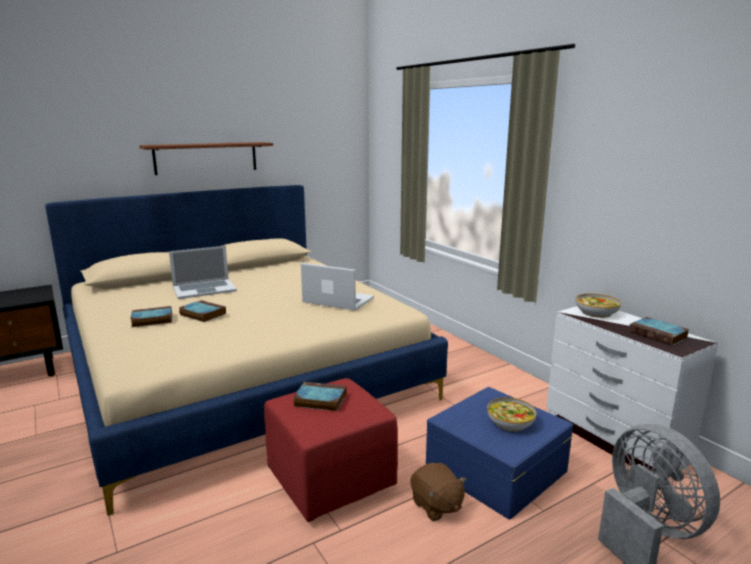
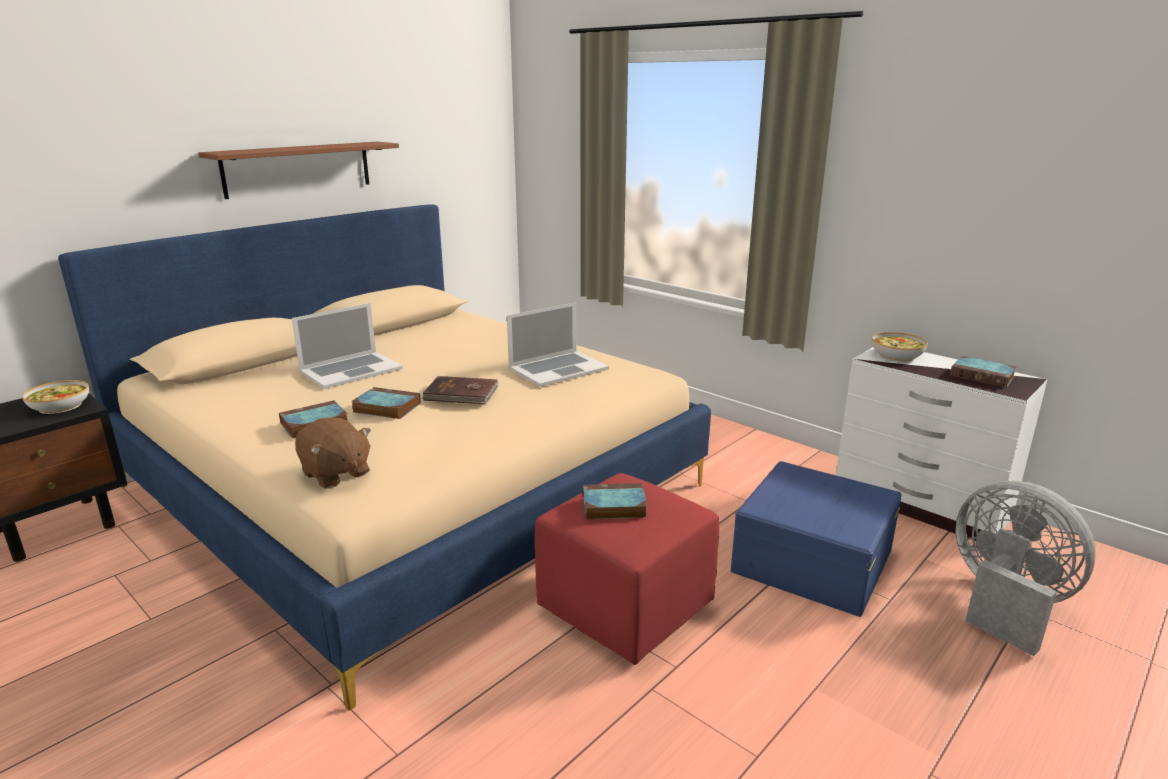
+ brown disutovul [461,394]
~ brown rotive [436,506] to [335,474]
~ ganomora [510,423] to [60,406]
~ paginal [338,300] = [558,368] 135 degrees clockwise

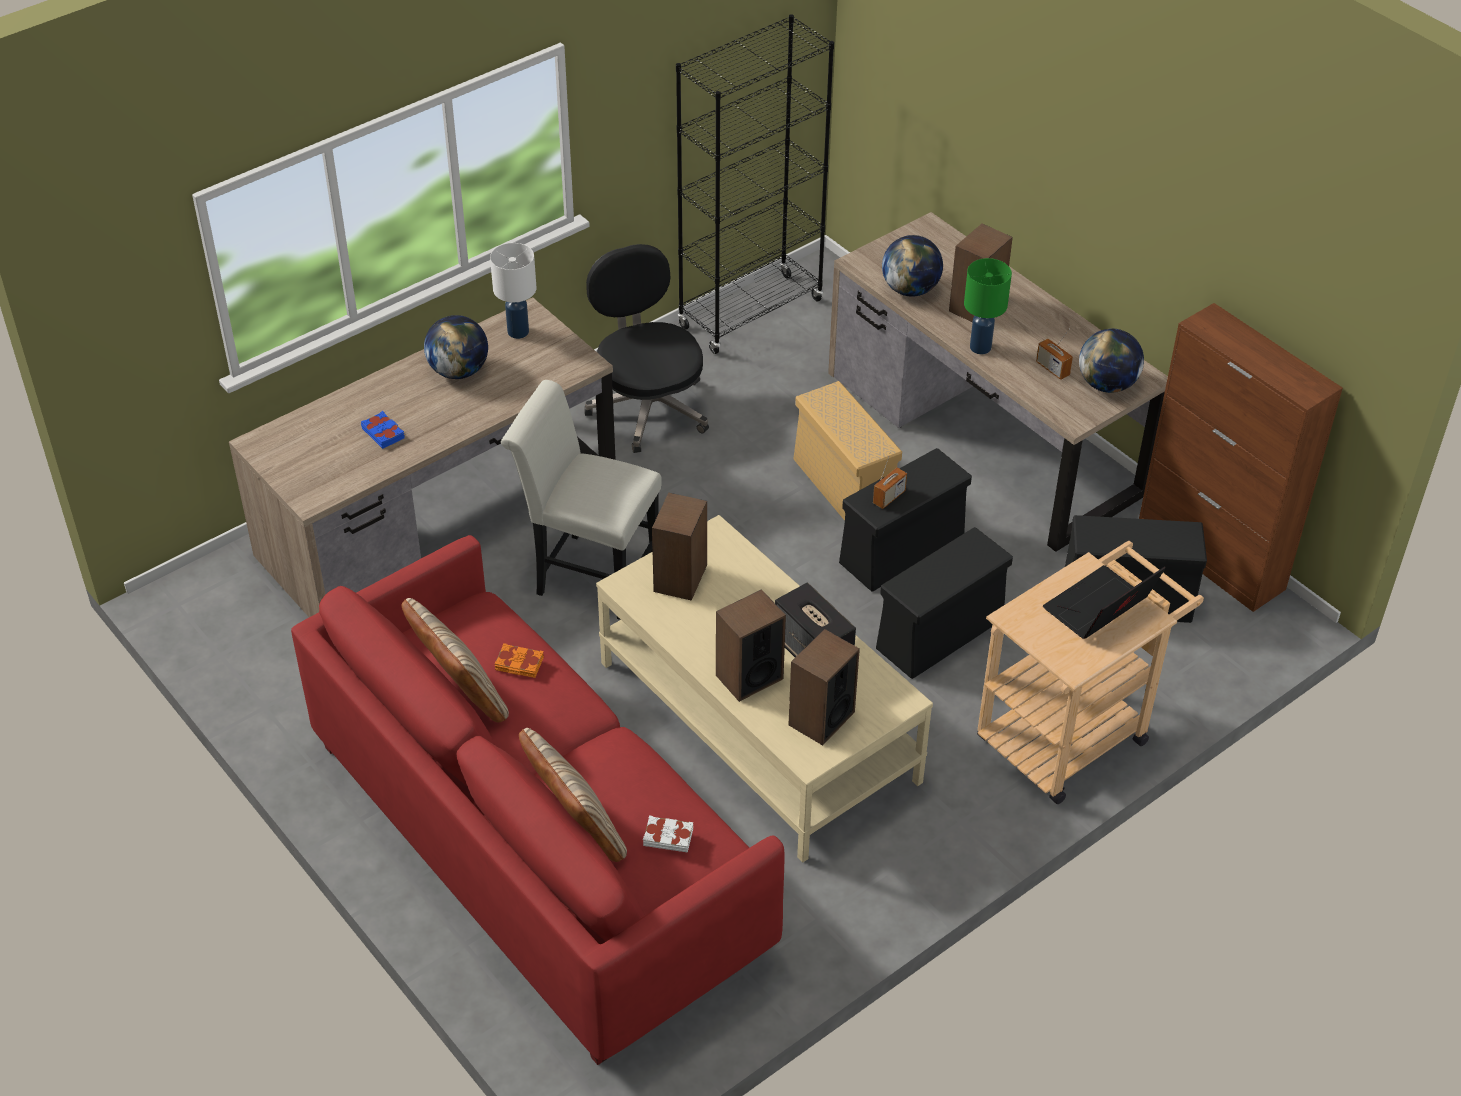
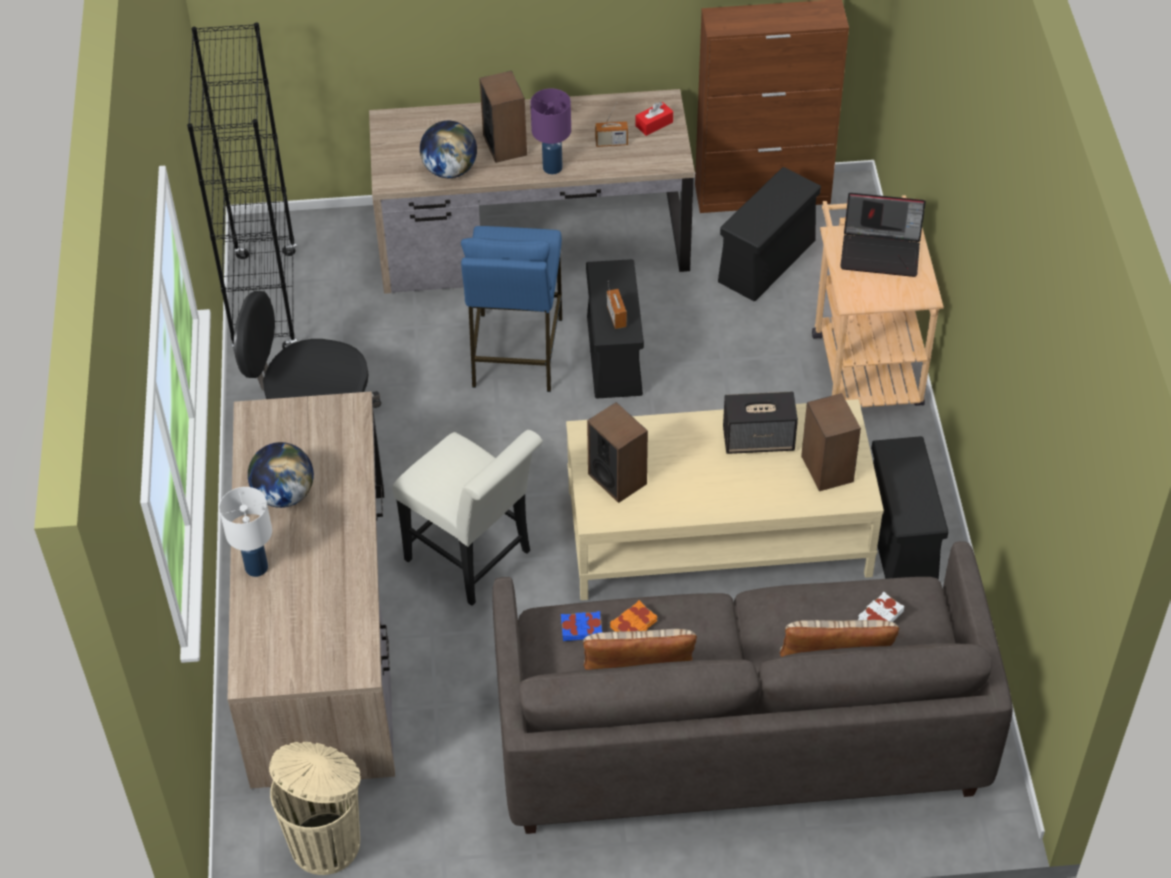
- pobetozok [749,677]
+ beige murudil [327,841]
~ blue disutovul [383,433] to [581,628]
~ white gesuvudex [518,332] to [257,568]
~ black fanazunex [938,635] to [901,540]
~ beige fanazunex [842,486] to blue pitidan [515,352]
~ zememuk [1107,384] to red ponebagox [654,124]
~ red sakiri [537,845] to grey sakiri [738,734]
~ green gesuvudex [980,347] to purple gesuvudex [552,167]
~ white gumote [588,573] = [474,560] 105 degrees counterclockwise
~ paginal [1099,609] = [881,252] 75 degrees counterclockwise

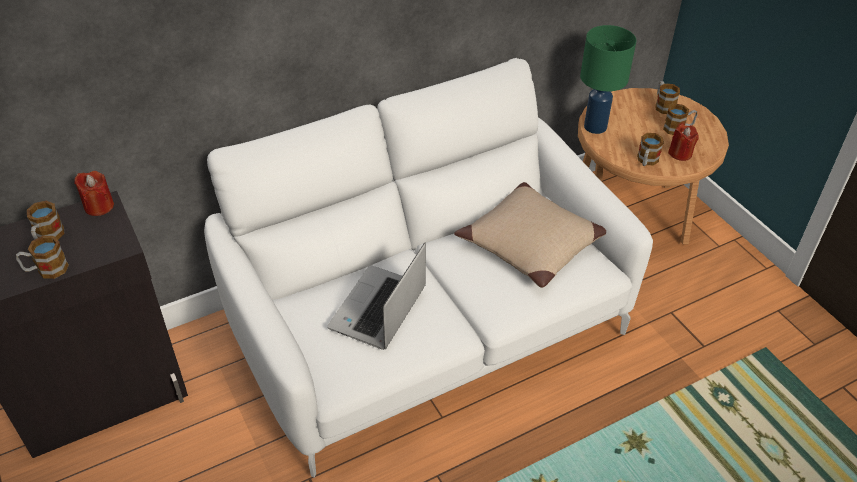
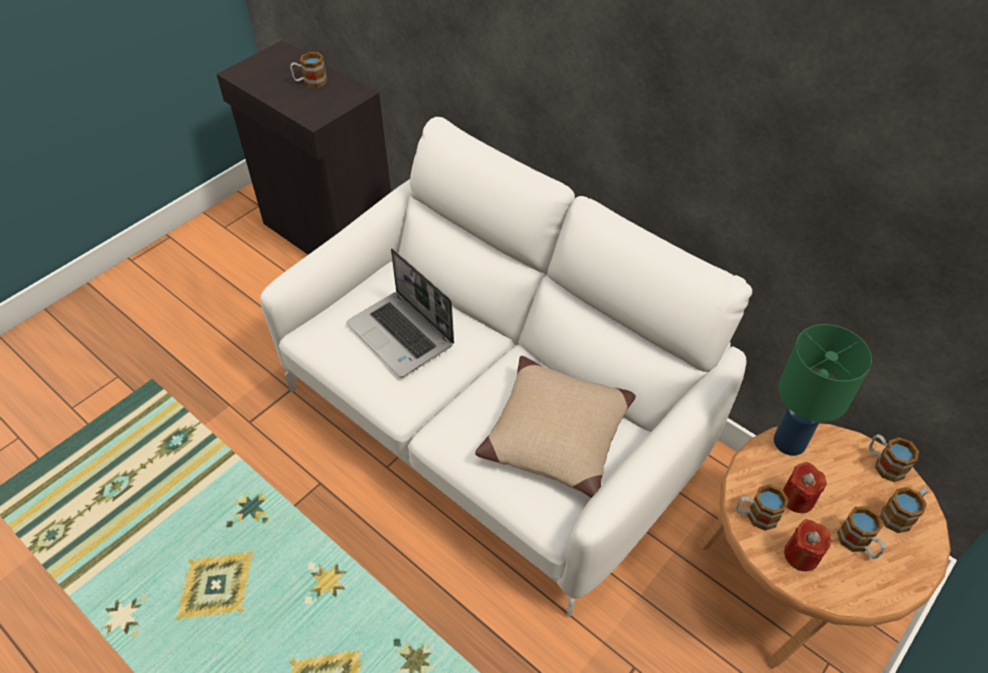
~ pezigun [46,270] to [884,464]
~ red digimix [99,206] to [797,498]
~ paginal [378,310] = [402,335] 135 degrees counterclockwise

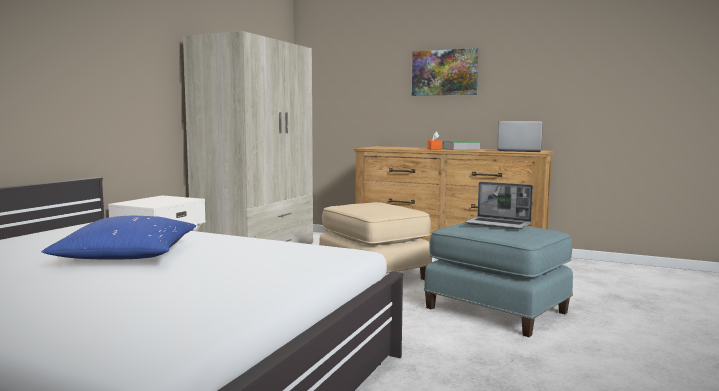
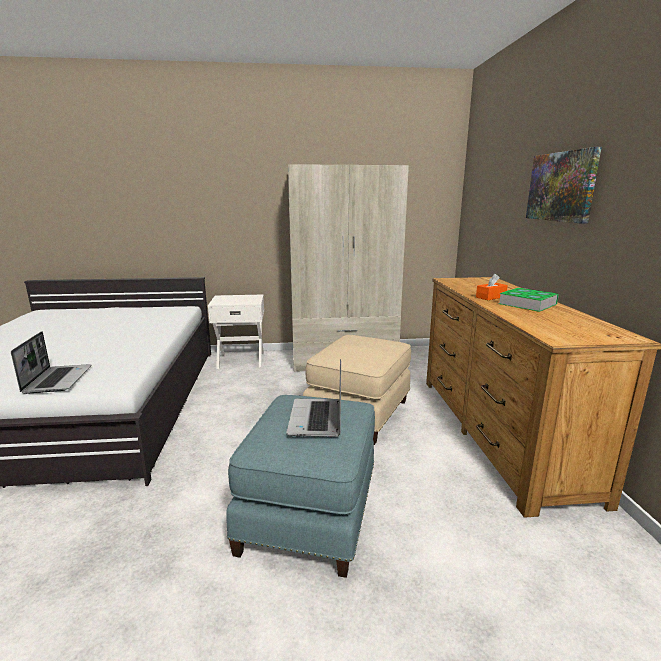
- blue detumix [127,256]
~ paginal [519,151] to [58,379]

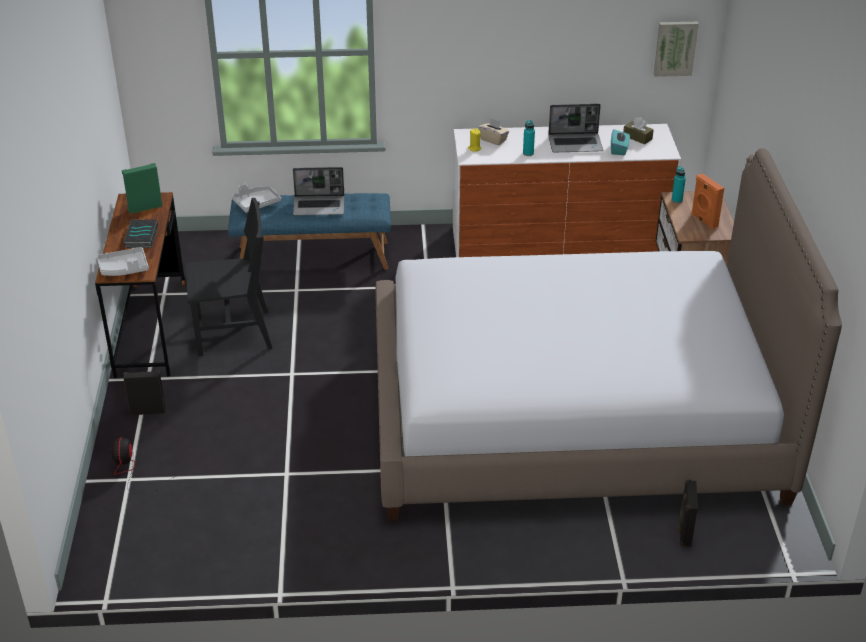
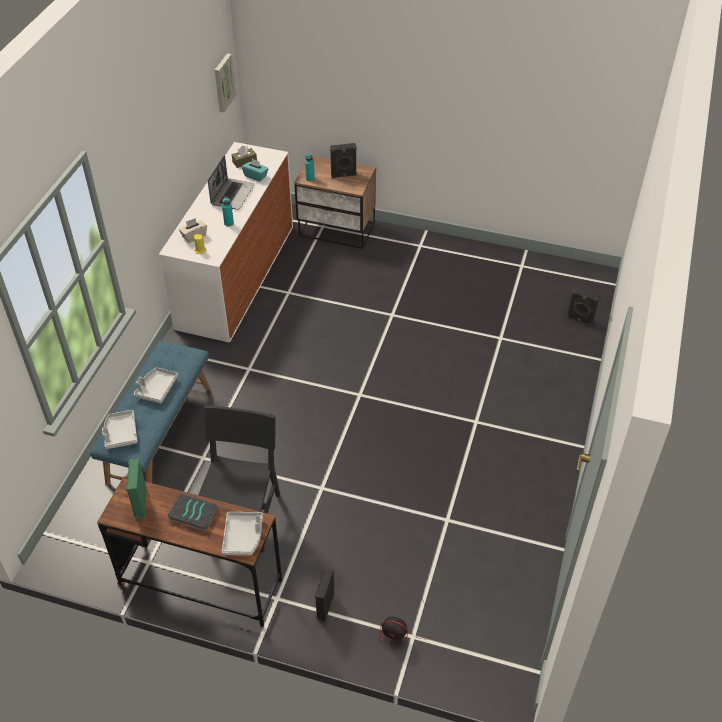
- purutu [574,417]
~ paginal [319,206] to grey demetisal [156,389]
~ orange pobetozok [703,220] to black pobetozok [343,175]

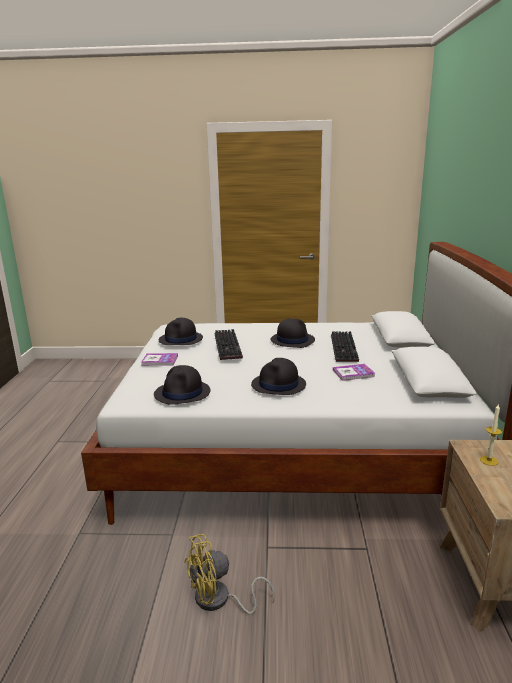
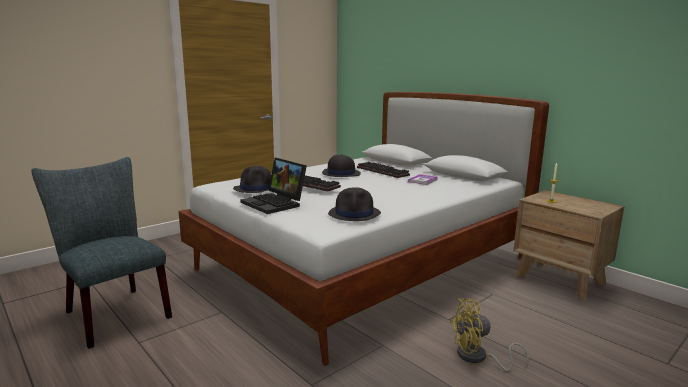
- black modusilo [278,385]
+ grey gumote [113,312]
~ disutovul [159,360] to paginal [275,203]
~ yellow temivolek [219,600] = [478,358] 60 degrees clockwise

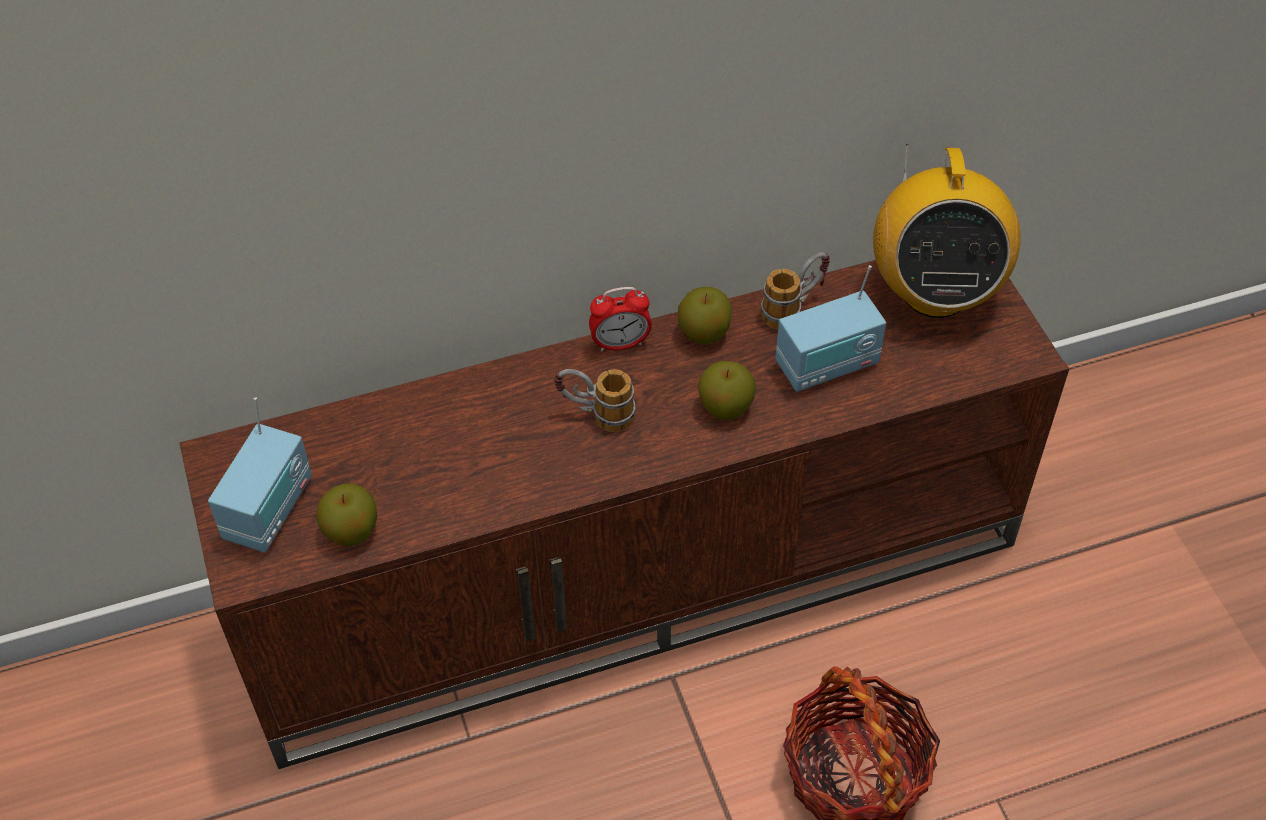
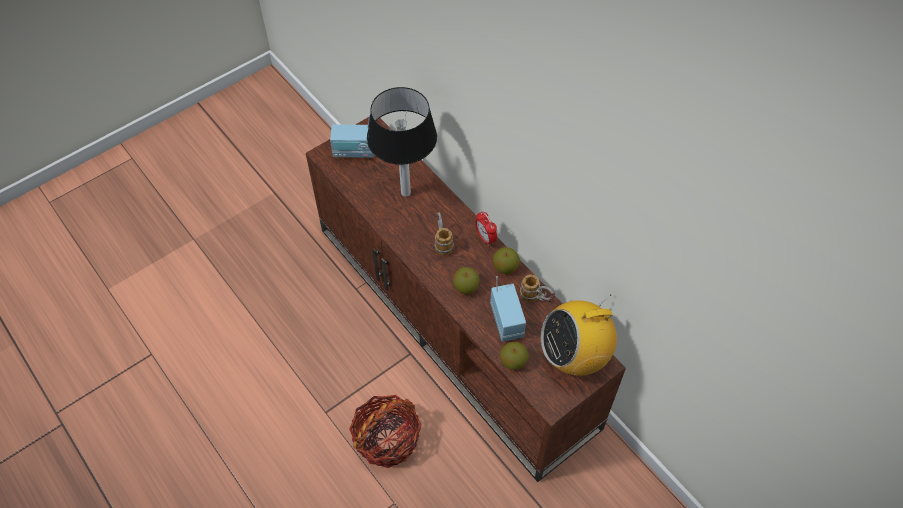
+ gesuvudex [405,192]
~ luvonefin [351,531] to [513,362]
~ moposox [827,365] = [507,321] 150 degrees counterclockwise

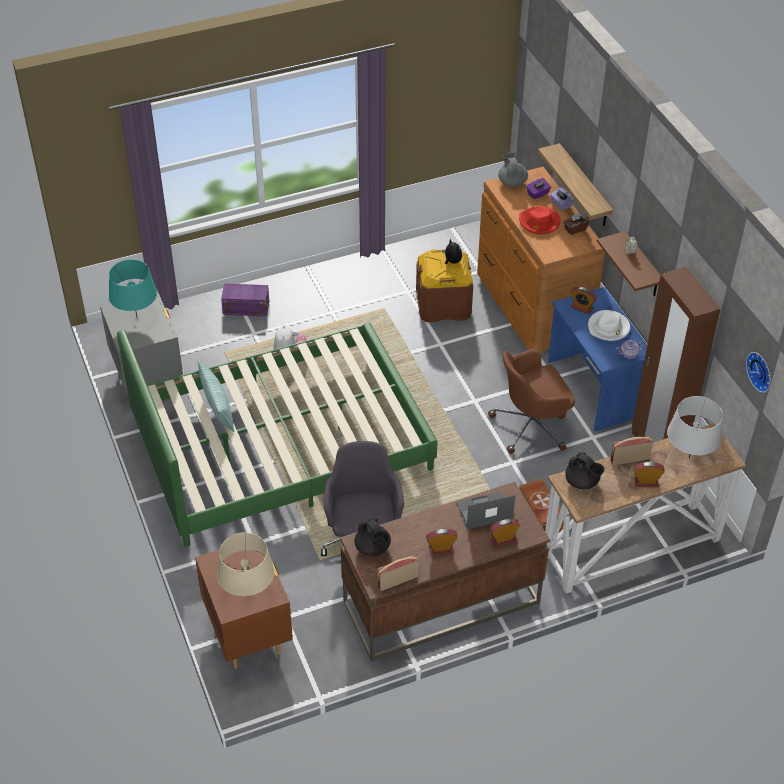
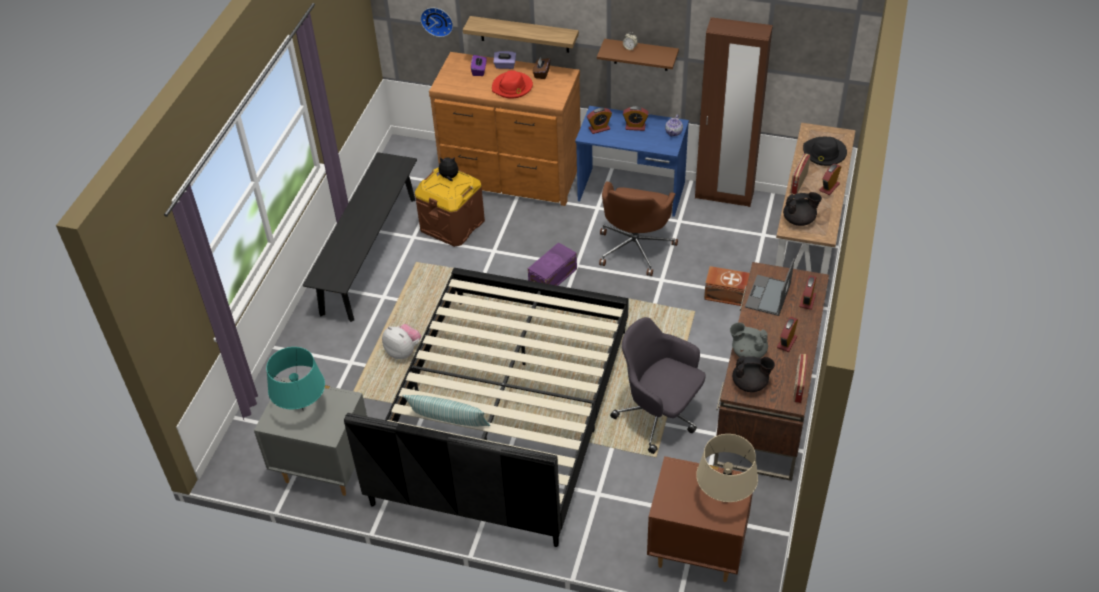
+ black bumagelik [369,254]
~ purple fanazunex [246,308] to [554,277]
~ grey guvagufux [512,182] to [748,352]
~ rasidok [761,371] to [437,20]
~ white modusilo [608,328] to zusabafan [635,127]
~ grey gesuvudex [688,458] to black modusilo [824,153]
~ green purutu [281,445] to black purutu [503,414]

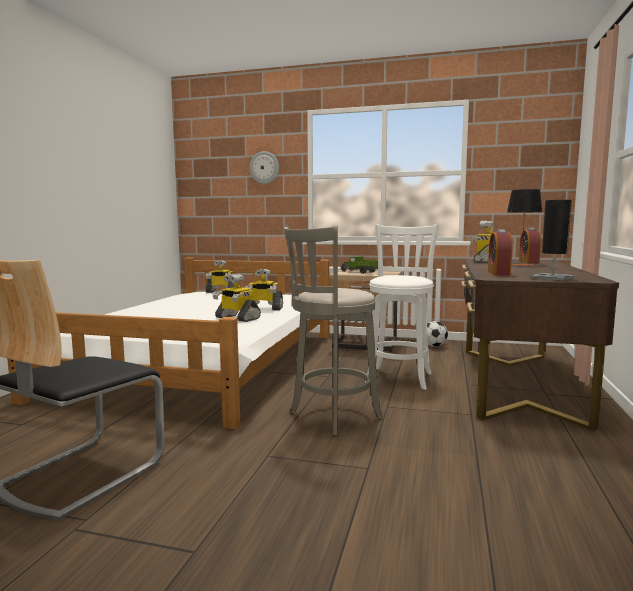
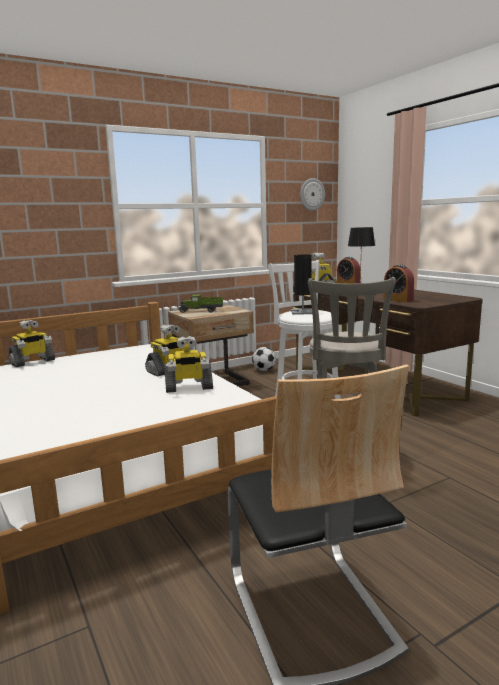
~ rasidok [264,167] to [312,194]
~ black gesuvudex [552,277] to [302,312]

